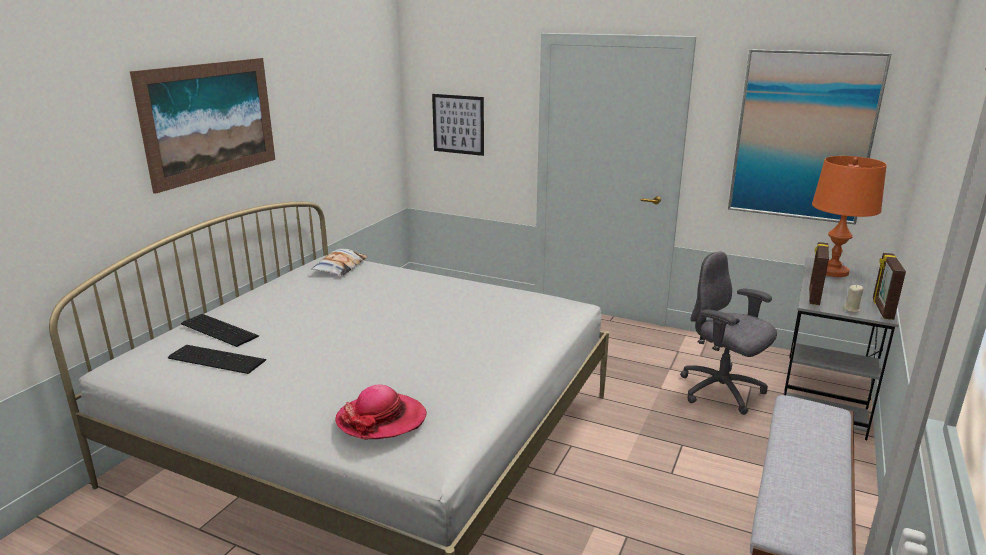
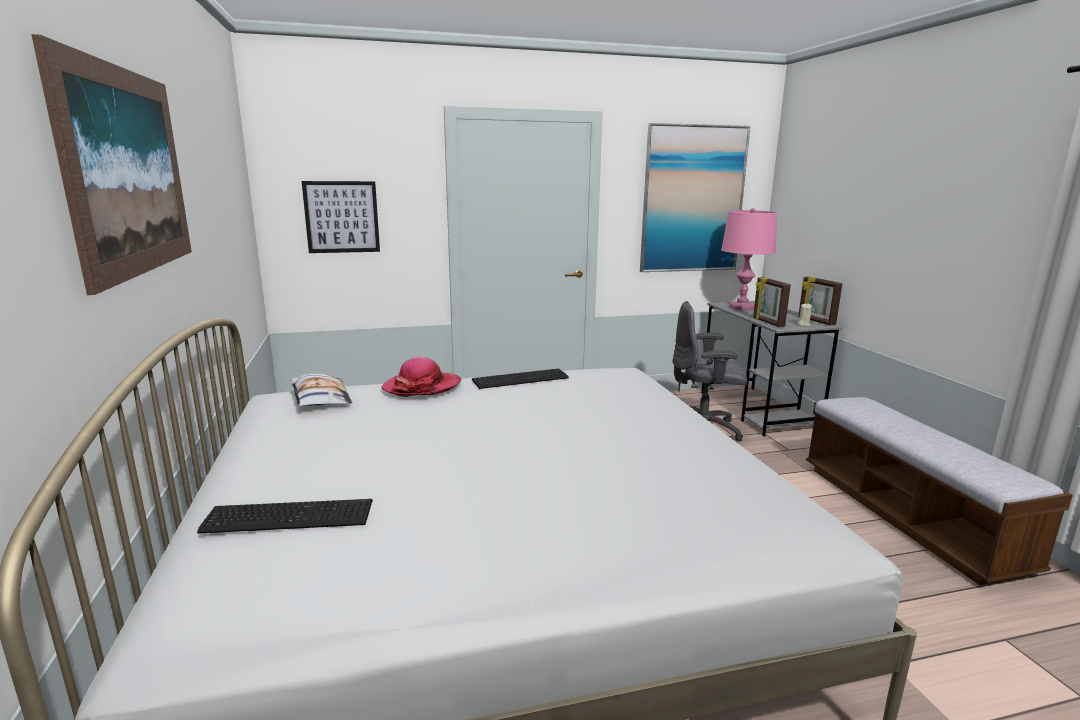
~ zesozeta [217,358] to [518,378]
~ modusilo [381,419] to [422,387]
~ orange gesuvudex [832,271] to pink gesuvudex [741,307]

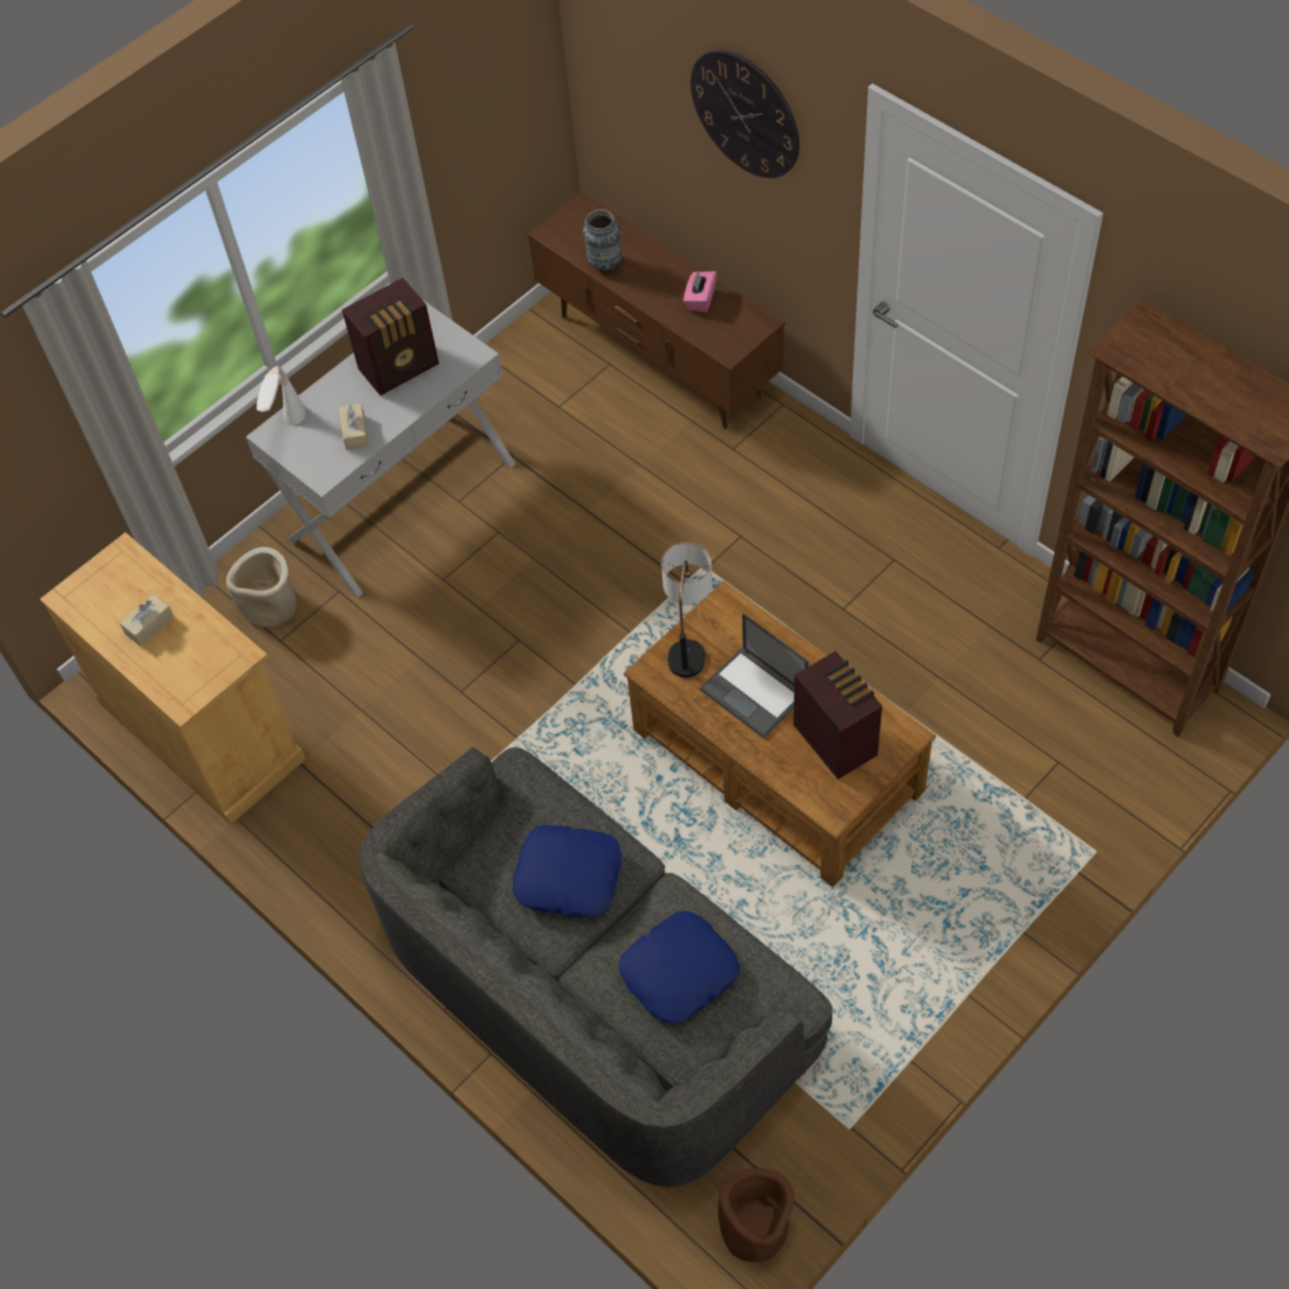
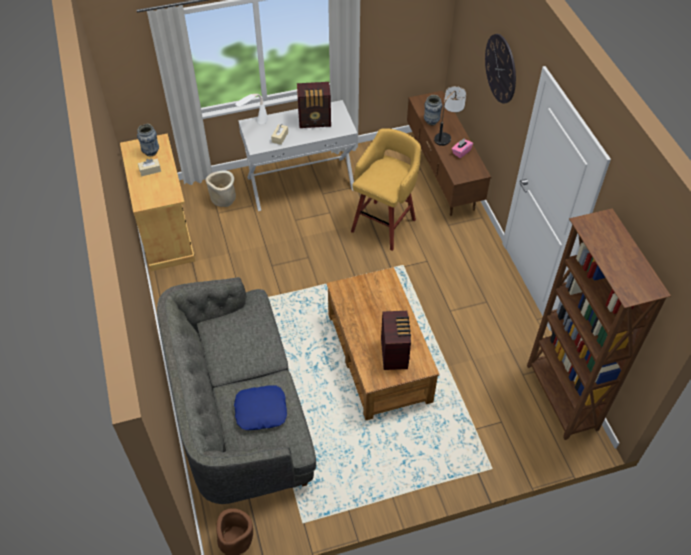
- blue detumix [568,875]
- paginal [755,692]
+ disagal [151,152]
+ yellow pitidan [384,224]
~ gesuvudex [689,641] to [447,134]

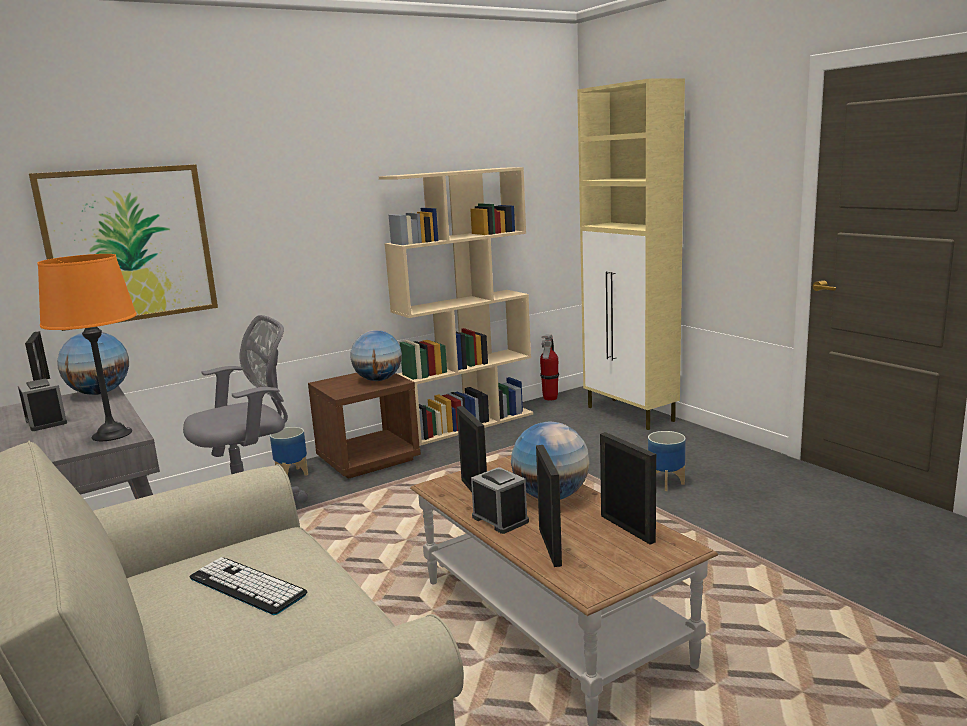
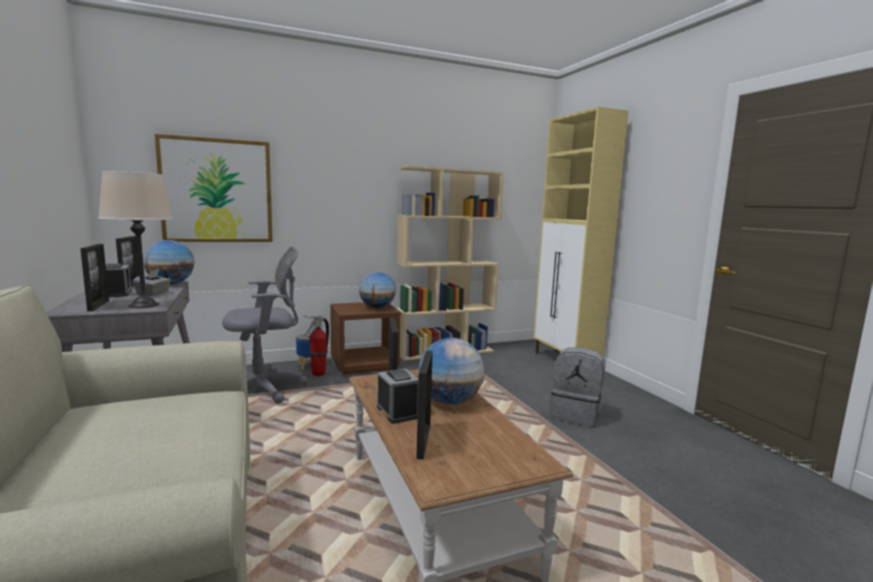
- zesozeta [247,586]
+ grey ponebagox [153,294]
~ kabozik [550,398] to [318,374]
~ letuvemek [627,528] to [98,305]
~ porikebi [666,483] to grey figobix [575,414]
~ orange gesuvudex [112,434] to beige gesuvudex [144,305]

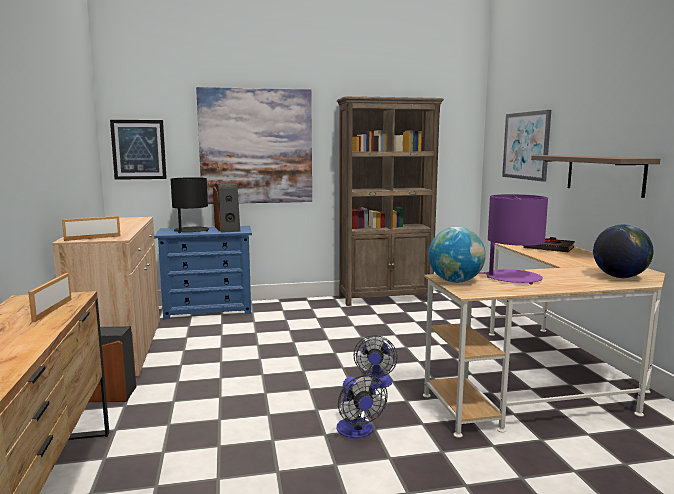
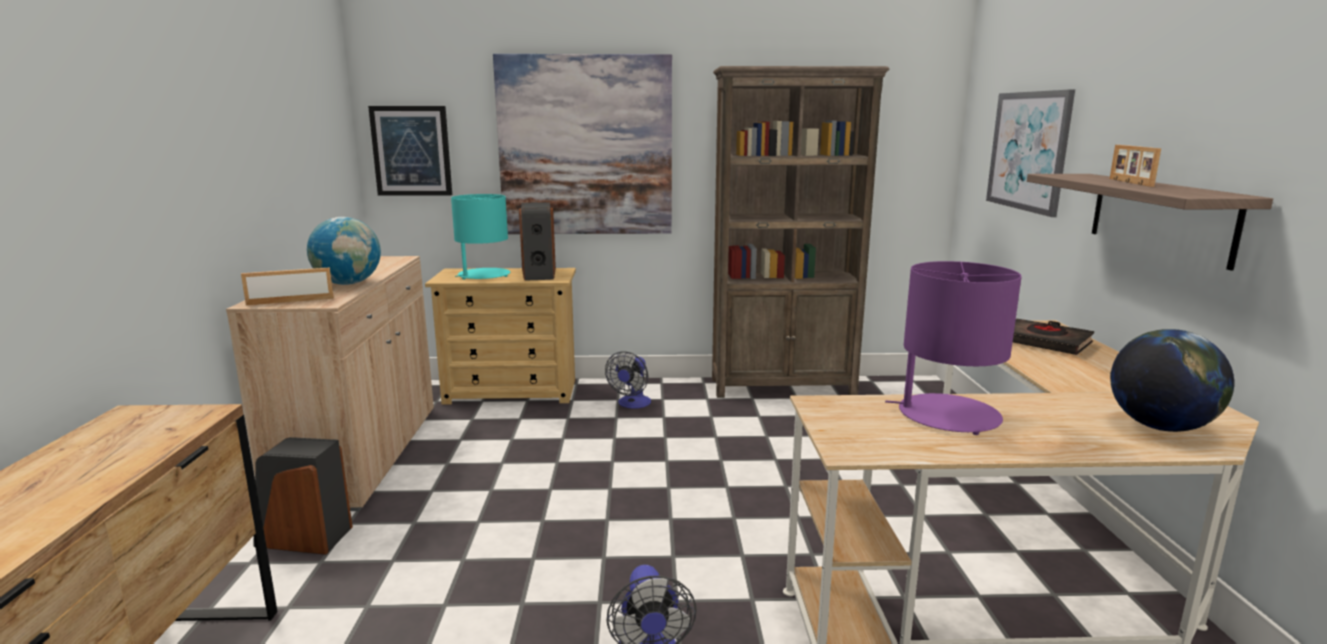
~ letuvemek [51,310] to [1129,182]
~ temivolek [376,384] to [632,404]
~ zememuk [455,281] to [348,283]
~ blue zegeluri [209,310] to beige zegeluri [512,391]
~ black gesuvudex [191,230] to turquoise gesuvudex [483,275]

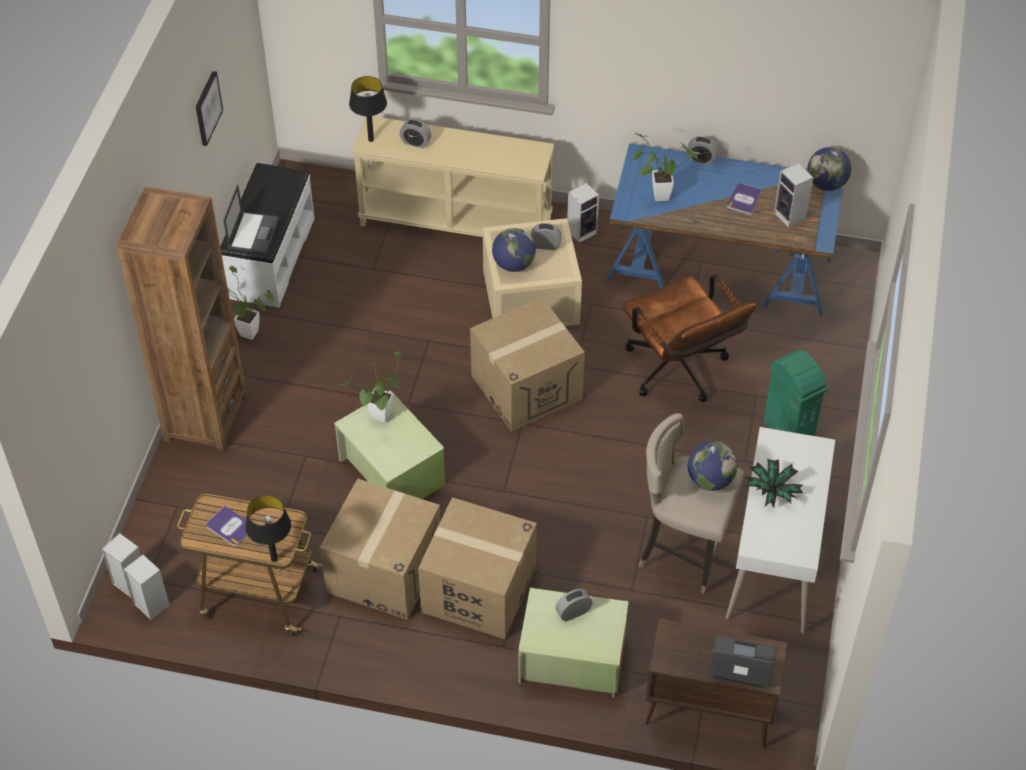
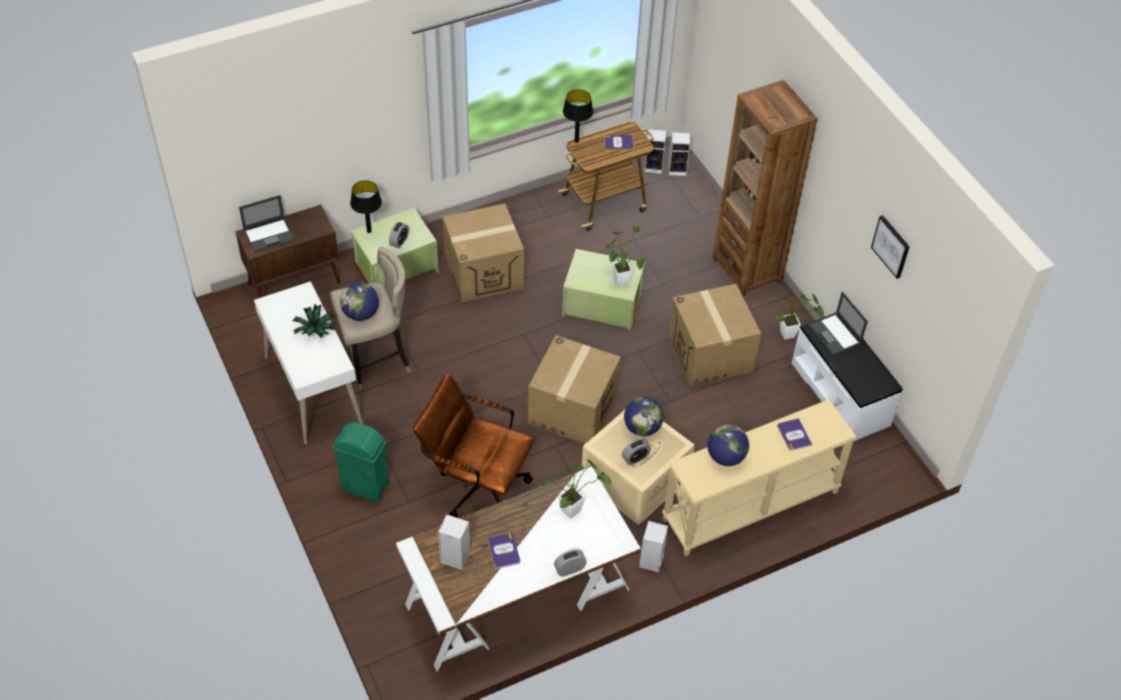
~ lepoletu [384,570] to [710,354]
~ black gesuvudex [371,140] to [369,231]
~ zememuk [826,184] to [725,457]
~ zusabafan [415,142] to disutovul [794,435]
~ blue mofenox [719,267] to white mofenox [518,598]

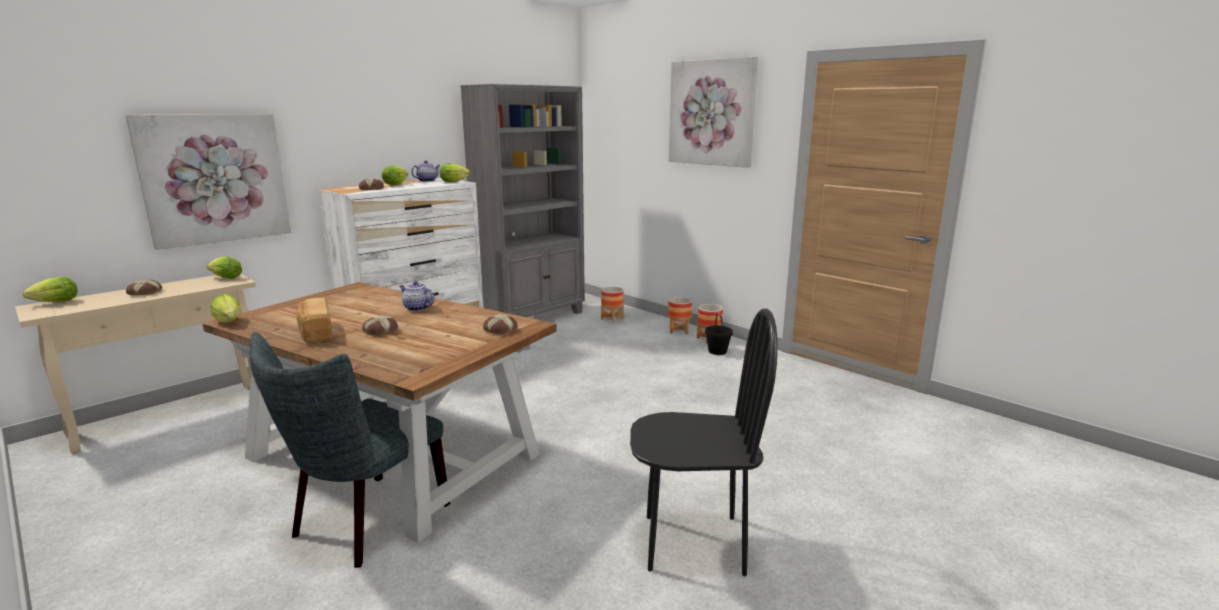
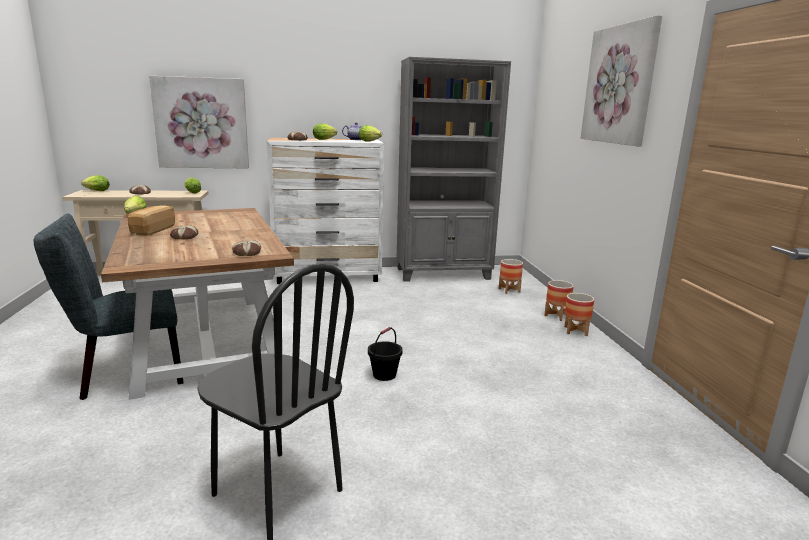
- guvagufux [417,308]
~ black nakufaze [717,351] to [384,375]

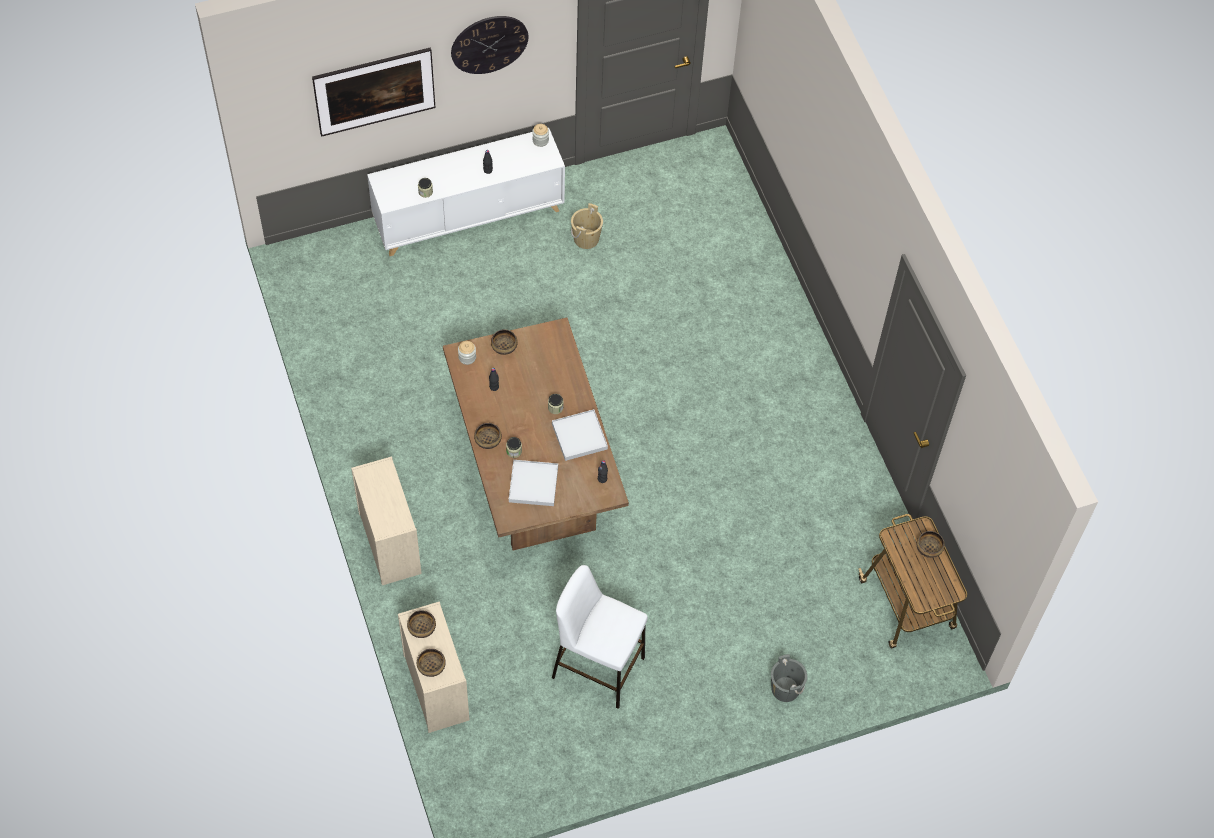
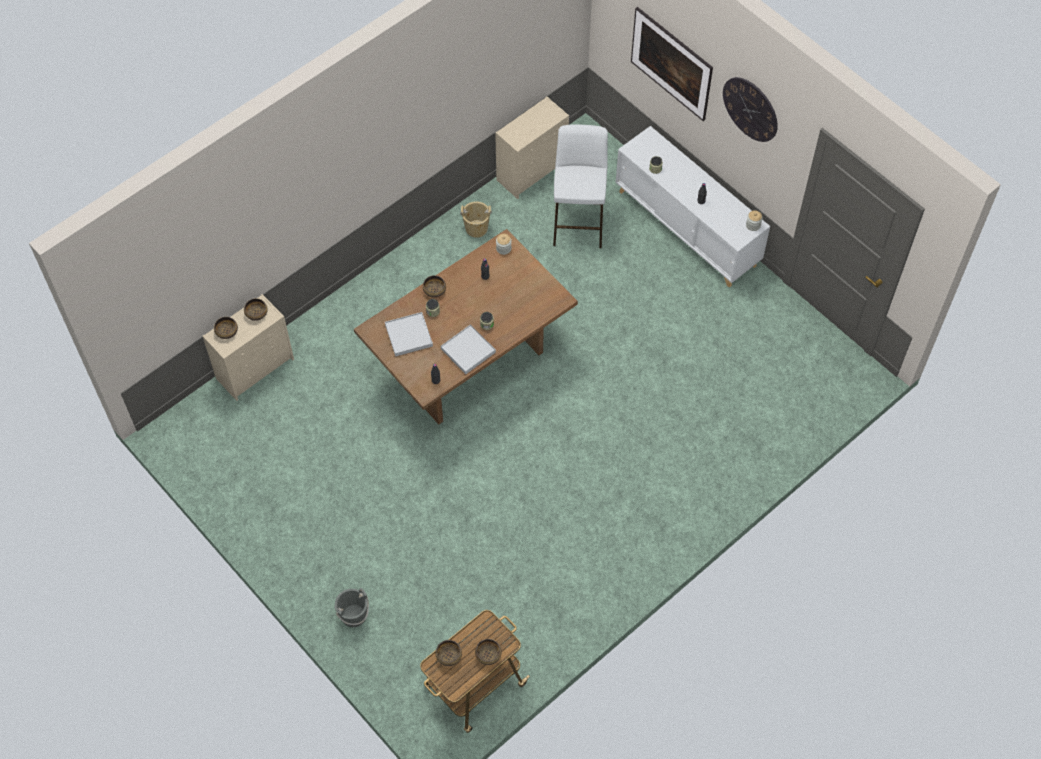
~ beige zegeluri [389,542] to [532,171]
~ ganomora [504,346] to [449,656]
~ white pitidan [597,667] to [578,223]
~ beige nakufaze [586,238] to [476,228]

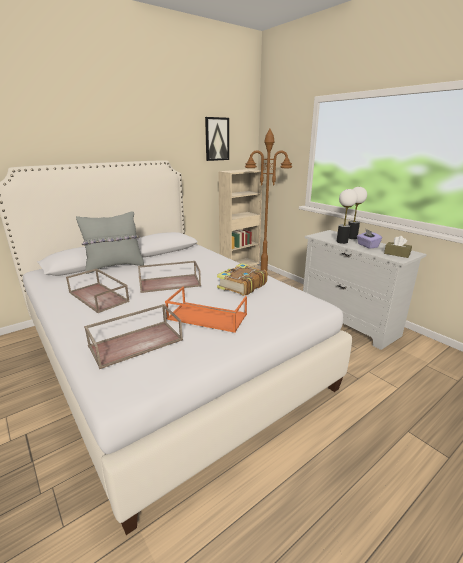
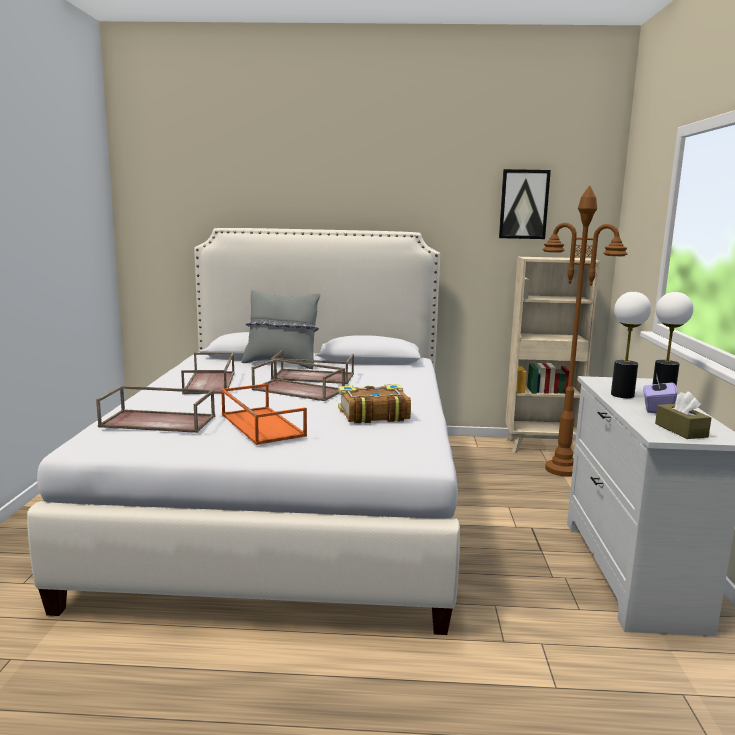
+ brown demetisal [312,377]

